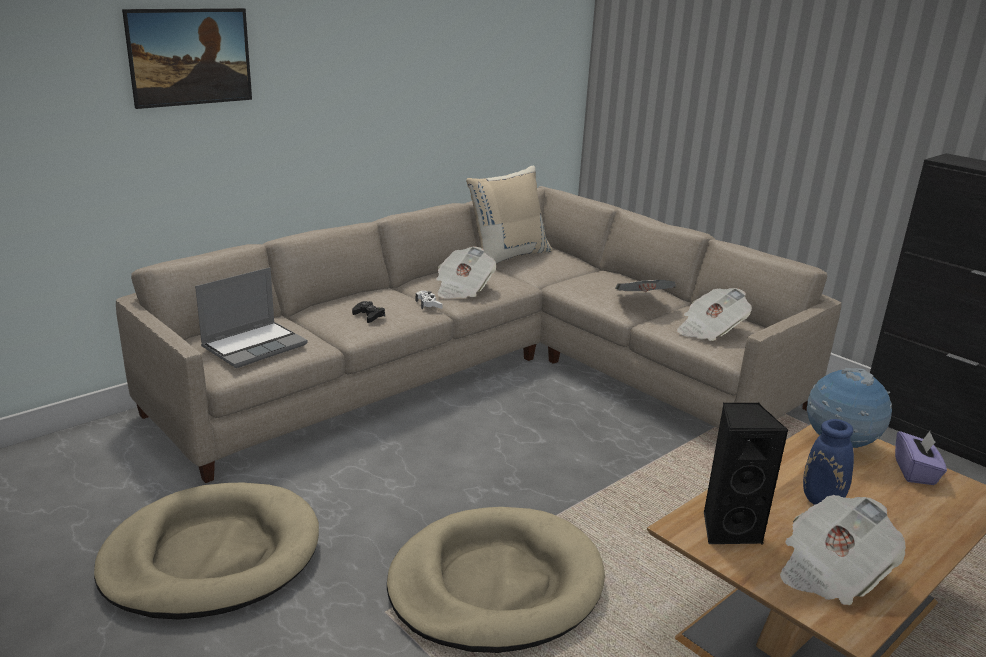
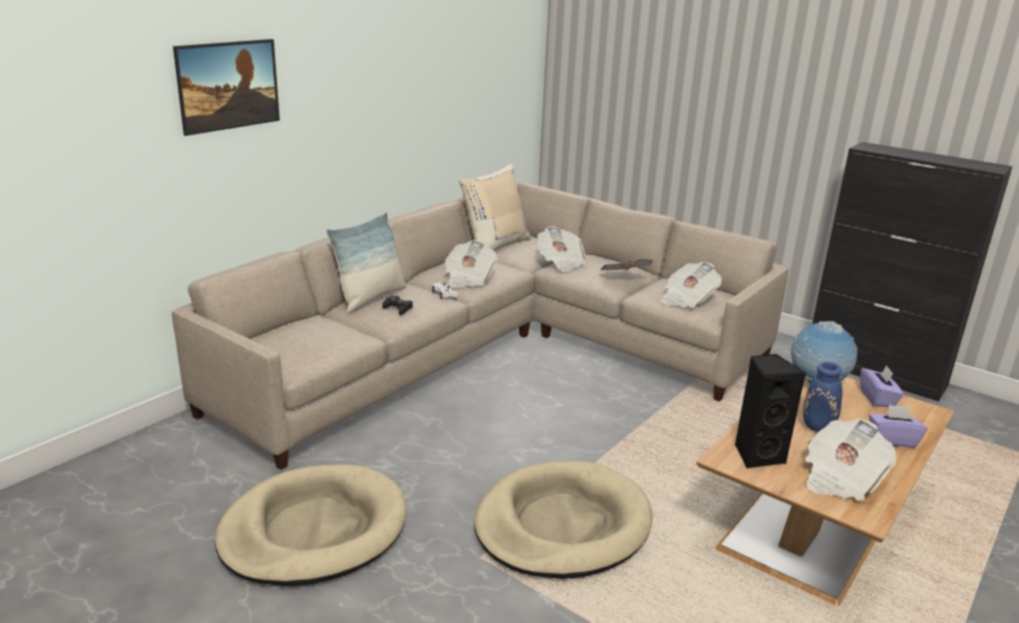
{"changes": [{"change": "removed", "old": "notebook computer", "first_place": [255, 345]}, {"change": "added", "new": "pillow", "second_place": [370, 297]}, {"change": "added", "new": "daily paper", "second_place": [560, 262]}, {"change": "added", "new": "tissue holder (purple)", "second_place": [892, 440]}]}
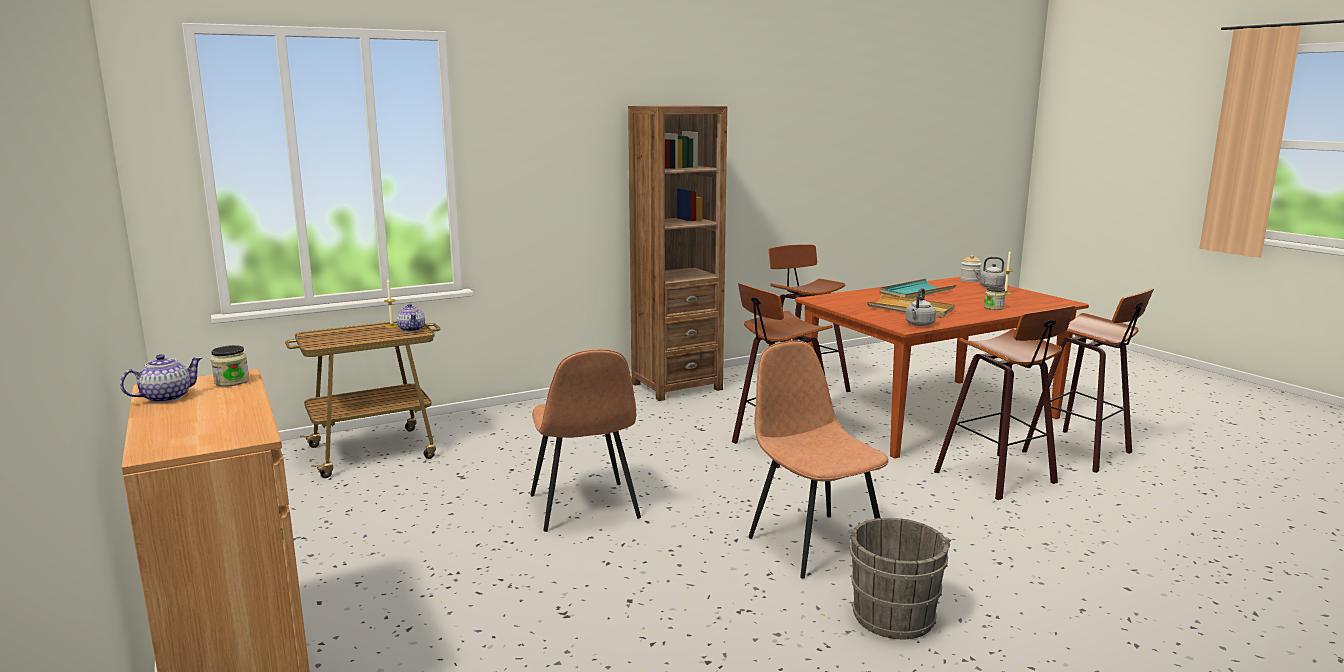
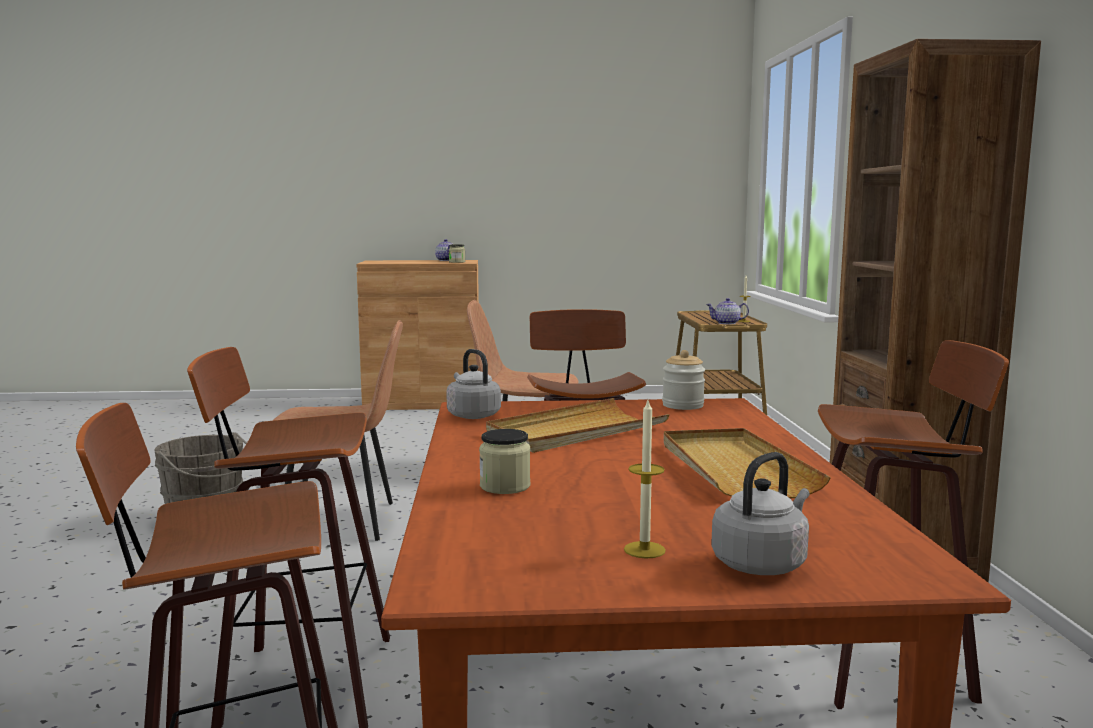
{"changes": [{"change": "moved", "old": "preserve jar", "first_place": [969, 280], "second_place": [683, 405]}, {"change": "recoloured", "old": "carrying tray (turquoise-coloured)", "new": "carrying tray (beige)", "first_place": [916, 292], "second_place": [734, 468]}]}
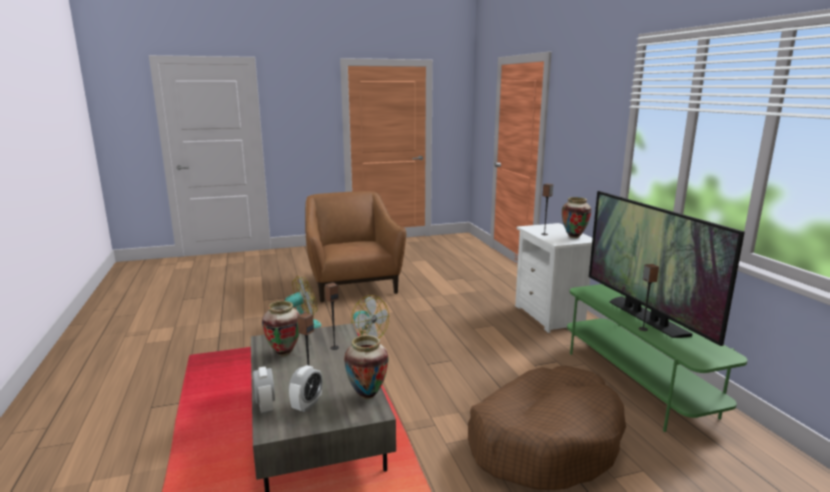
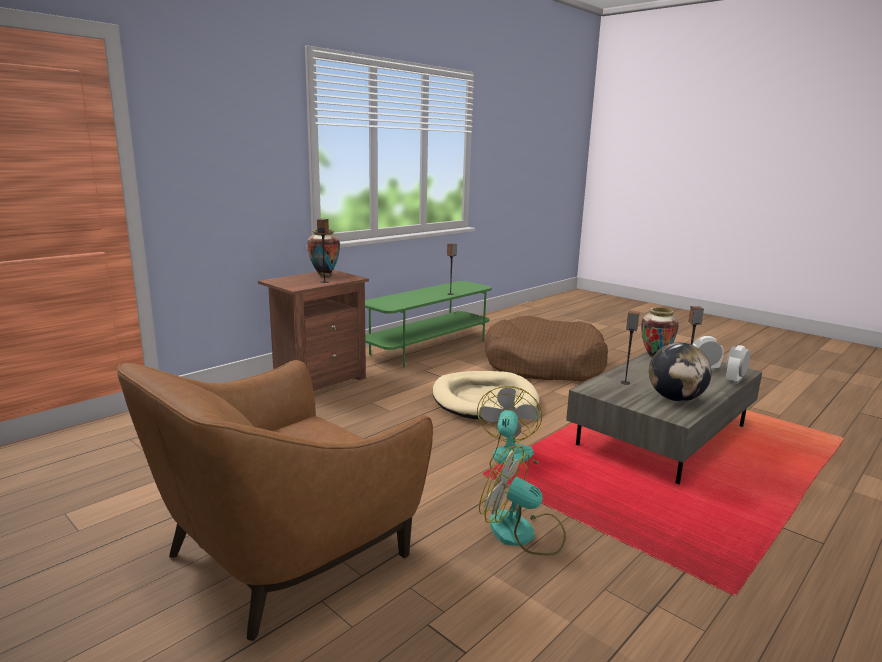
{"changes": [{"change": "removed", "old": "TV set", "first_place": [646, 317]}, {"change": "recoloured", "old": "night table (whitish)", "new": "night table (brown)", "first_place": [551, 316], "second_place": [318, 380]}, {"change": "replaced", "old": "vase", "new": "desk globe", "first_place": [284, 353], "second_place": [675, 399]}, {"change": "added", "new": "dog bed (beige)", "second_place": [484, 400]}]}
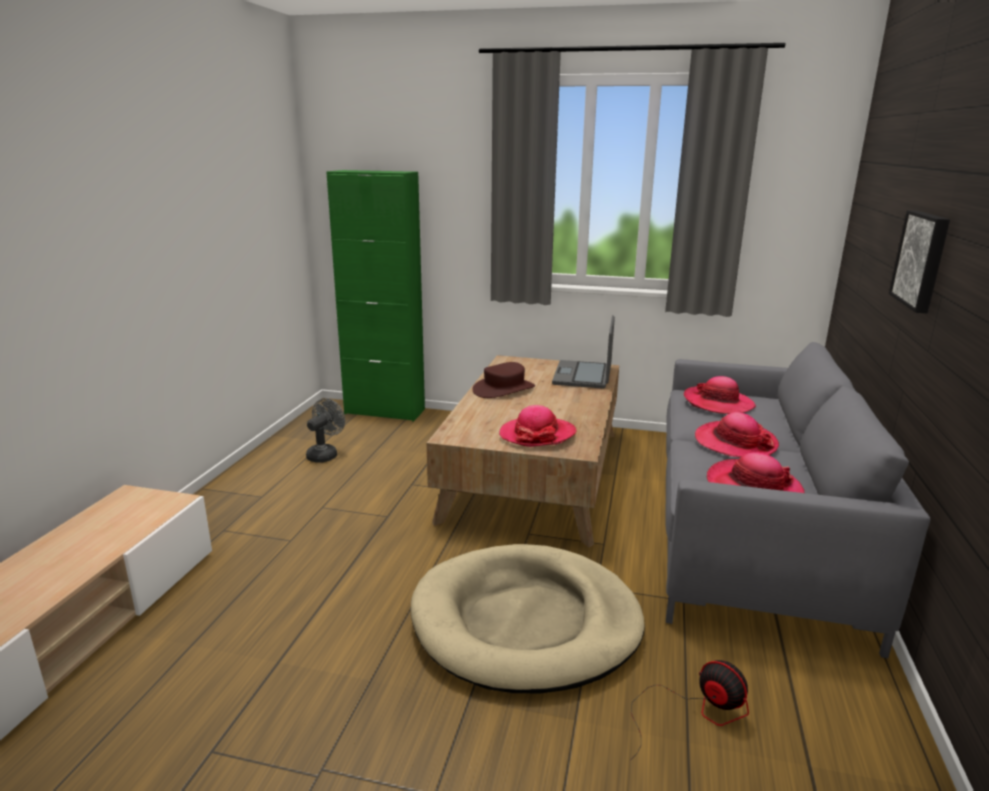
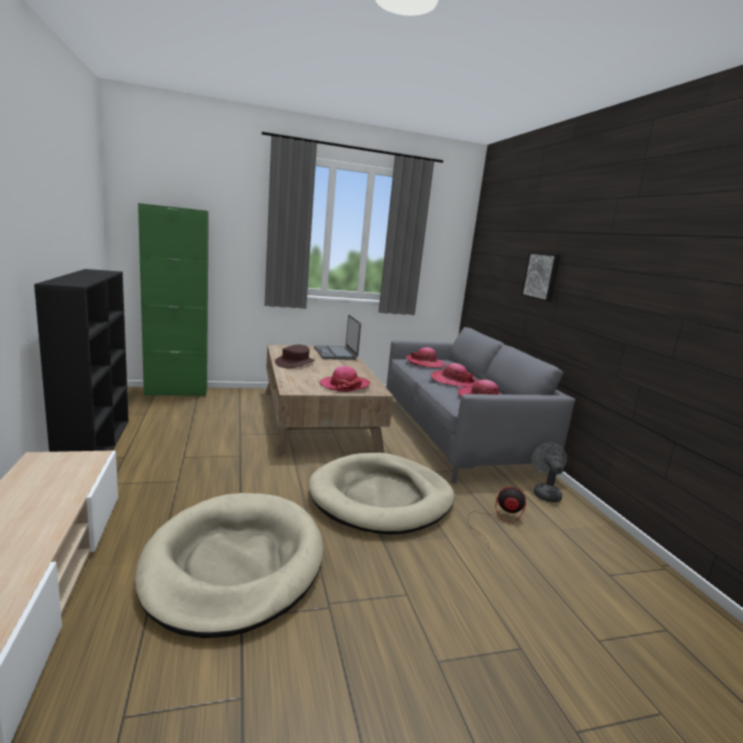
{"changes": [{"change": "moved", "old": "electric fan (grey)", "first_place": [325, 454], "second_place": [545, 493]}, {"change": "added", "new": "bookcase (blackish)", "second_place": [95, 446]}, {"change": "added", "new": "dog bed (beige)", "second_place": [234, 564]}]}
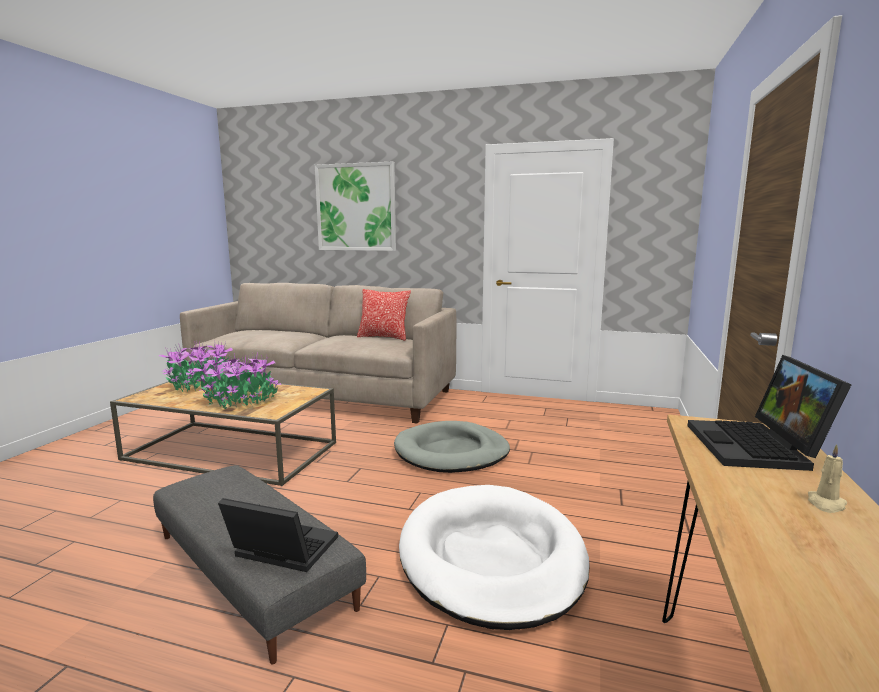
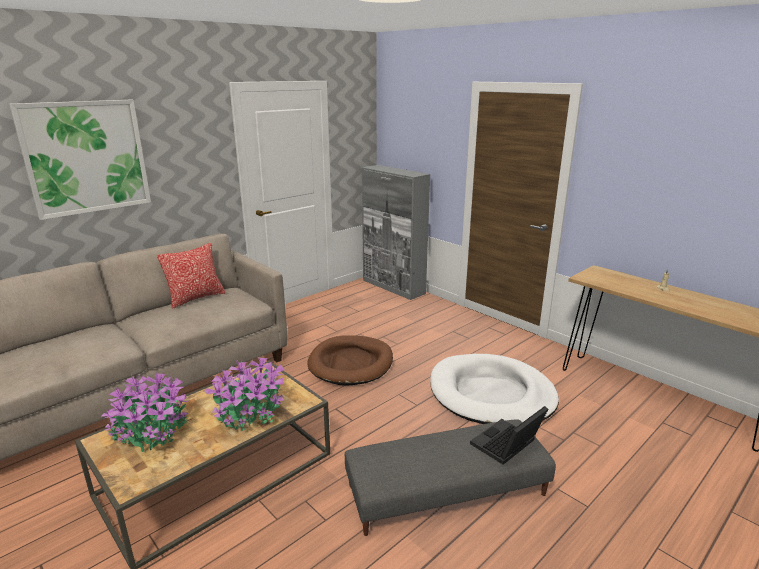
{"changes": [{"change": "removed", "old": "notebook computer", "first_place": [758, 448]}, {"change": "recoloured", "old": "dog bed (grey)", "new": "dog bed (brown)", "first_place": [451, 452], "second_place": [351, 363]}, {"change": "added", "new": "storage cabinet (grey)", "second_place": [393, 287]}]}
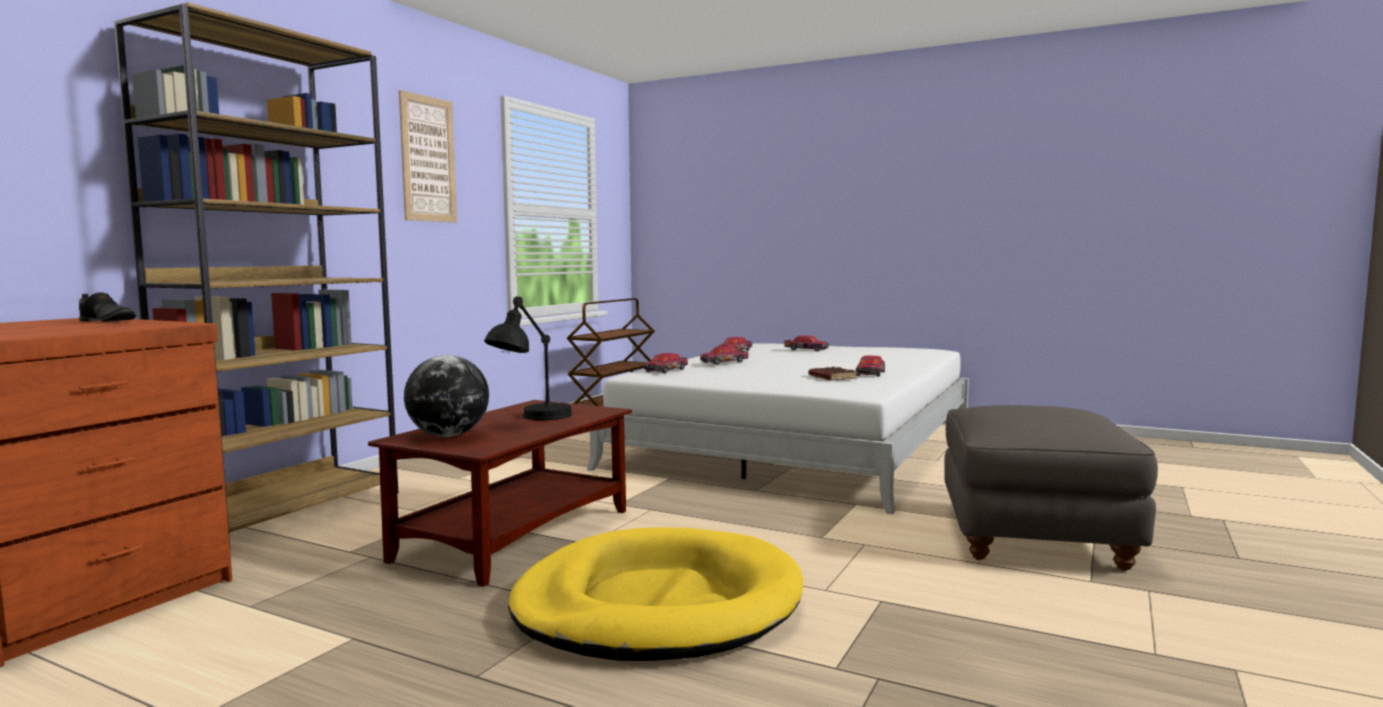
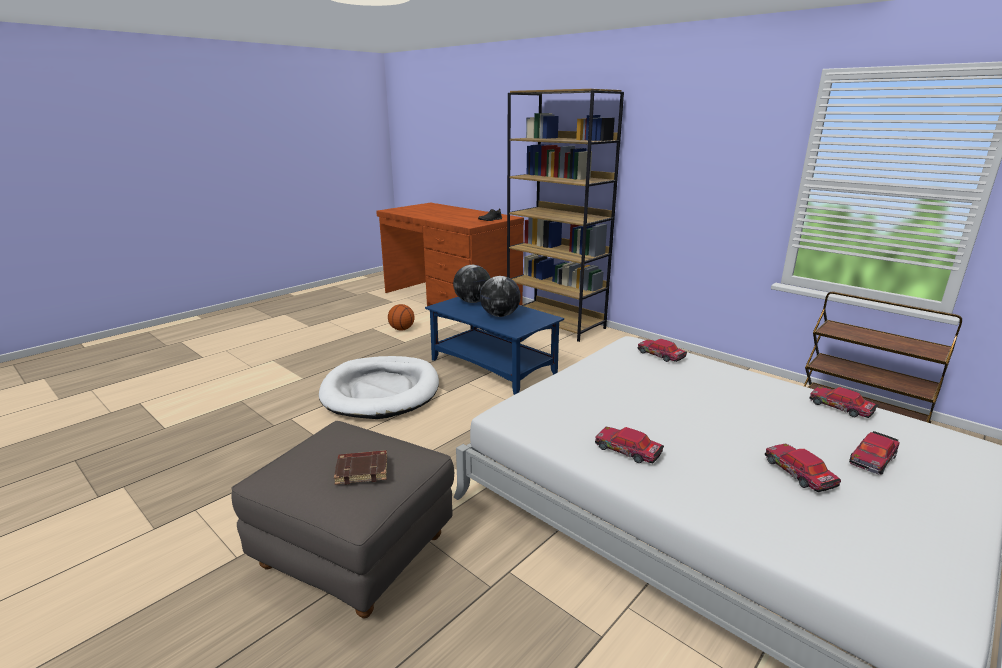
{"changes": [{"change": "removed", "old": "picture", "first_place": [428, 159]}, {"change": "replaced", "old": "tabletop lamp (blackish)", "new": "desk globe", "first_place": [532, 419], "second_place": [500, 315]}, {"change": "moved", "old": "miniature car", "first_place": [724, 362], "second_place": [799, 474]}, {"change": "moved", "old": "volume (brown)", "first_place": [831, 378], "second_place": [363, 470]}, {"change": "recoloured", "old": "low table (brown)", "new": "low table (bluish)", "first_place": [515, 535], "second_place": [491, 366]}, {"change": "recoloured", "old": "dog bed (yellow)", "new": "dog bed (whitish)", "first_place": [657, 605], "second_place": [381, 391]}, {"change": "added", "new": "basketball ball", "second_place": [402, 329]}]}
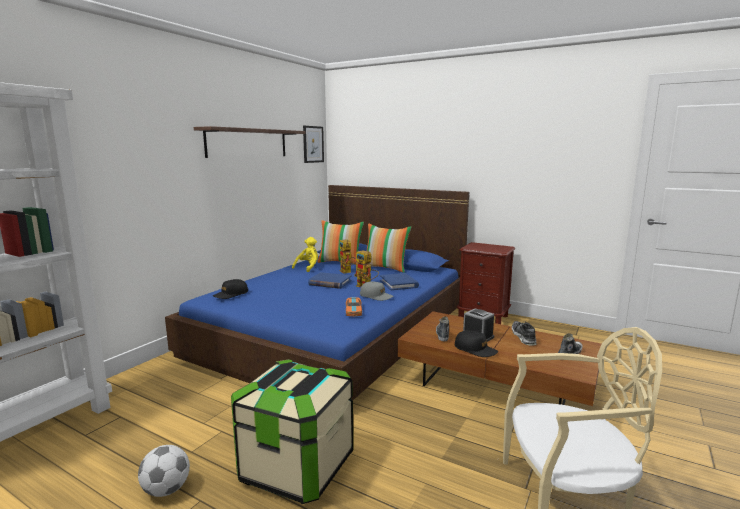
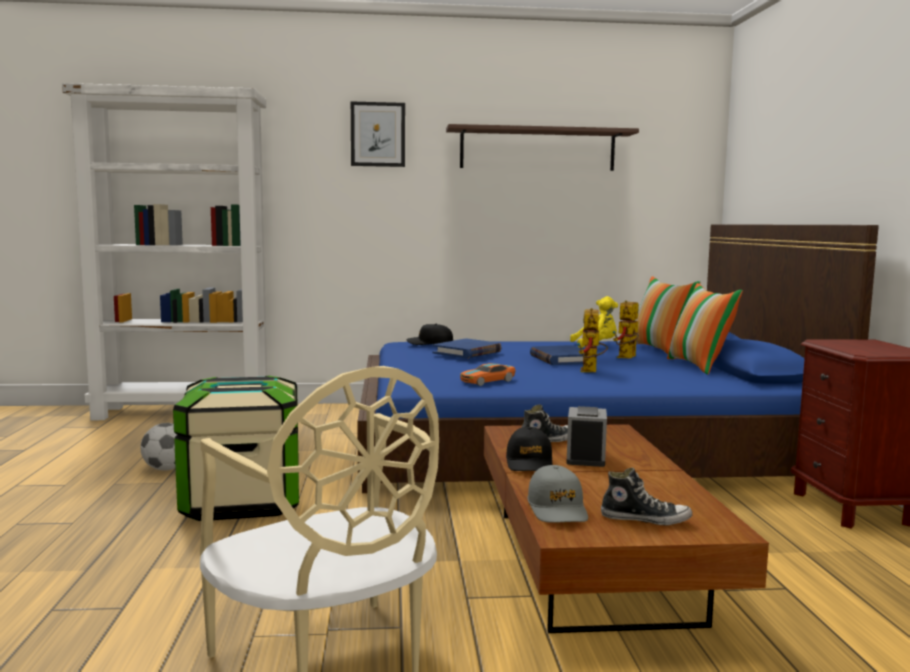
{"changes": [{"change": "moved", "old": "picture", "first_place": [313, 144], "second_place": [378, 134]}, {"change": "moved", "old": "volume (bluish)", "first_place": [399, 284], "second_place": [467, 352]}, {"change": "moved", "old": "baseball cap (grey)", "first_place": [376, 296], "second_place": [557, 509]}, {"change": "removed", "old": "item of footwear", "first_place": [523, 337]}]}
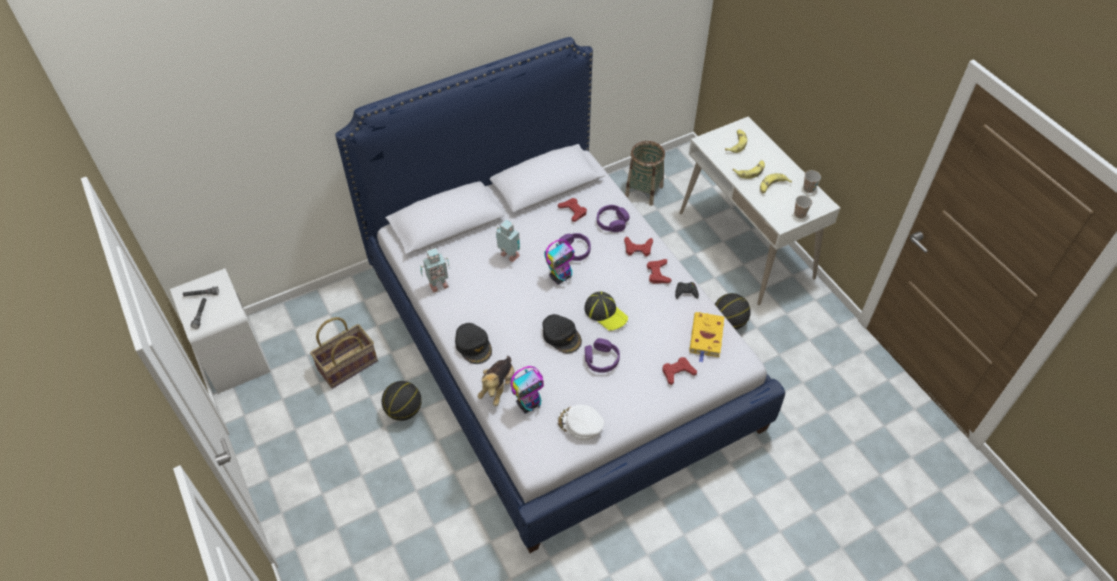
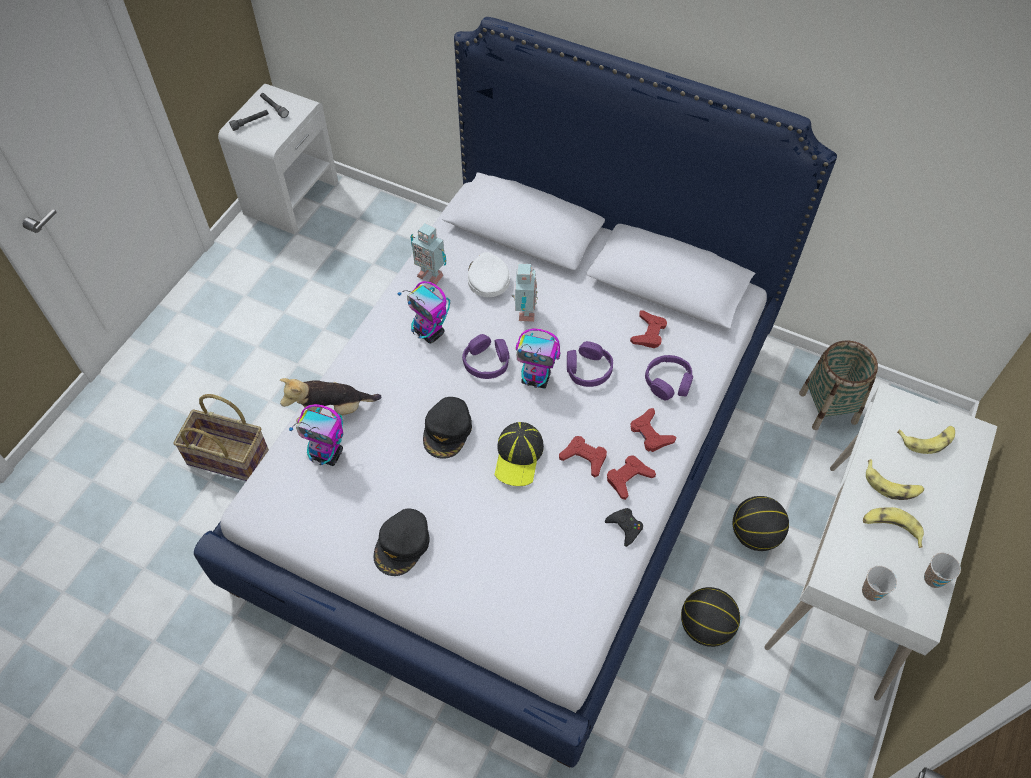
{"changes": [{"change": "removed", "old": "volume (yellow)", "first_place": [706, 338]}, {"change": "moved", "old": "basket", "first_place": [347, 365], "second_place": [229, 456]}, {"change": "moved", "old": "baseball cap (blackish)", "first_place": [474, 346], "second_place": [402, 545]}, {"change": "moved", "old": "headset (purple)", "first_place": [601, 359], "second_place": [486, 362]}, {"change": "moved", "old": "game controller (red)", "first_place": [677, 372], "second_place": [584, 458]}, {"change": "moved", "old": "basketball ball", "first_place": [404, 410], "second_place": [755, 535]}, {"change": "moved", "old": "baseball cap (whitish)", "first_place": [580, 424], "second_place": [487, 278]}, {"change": "added", "new": "robot figure", "second_place": [429, 333]}]}
